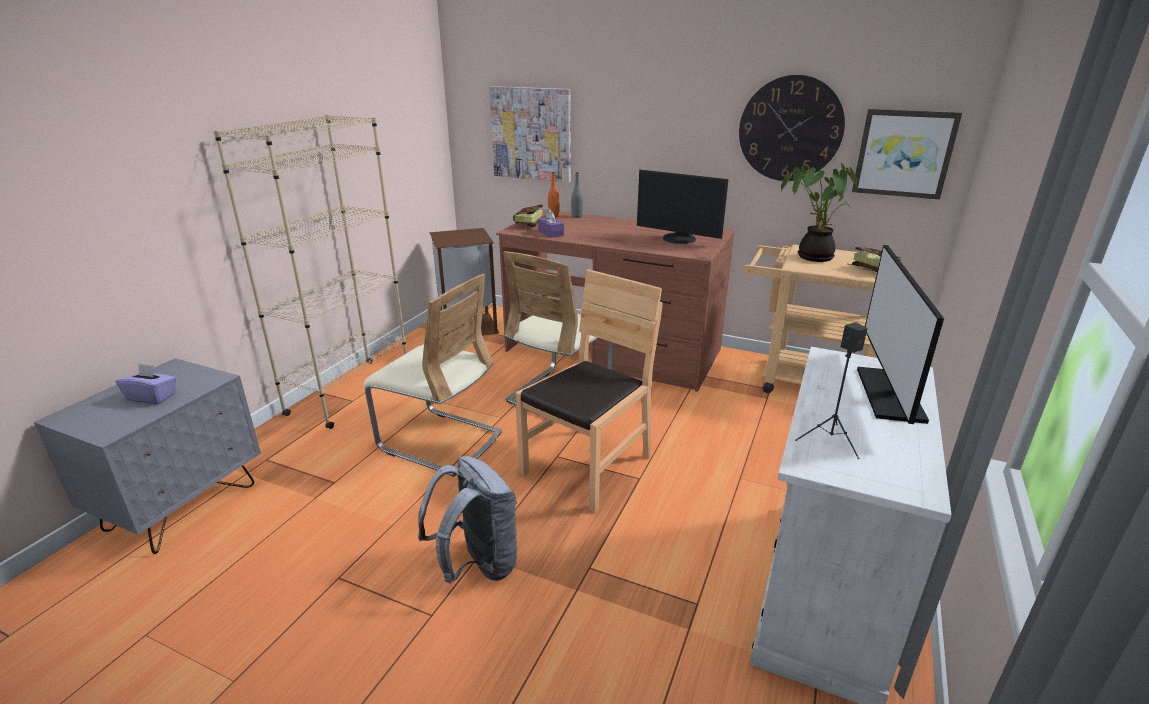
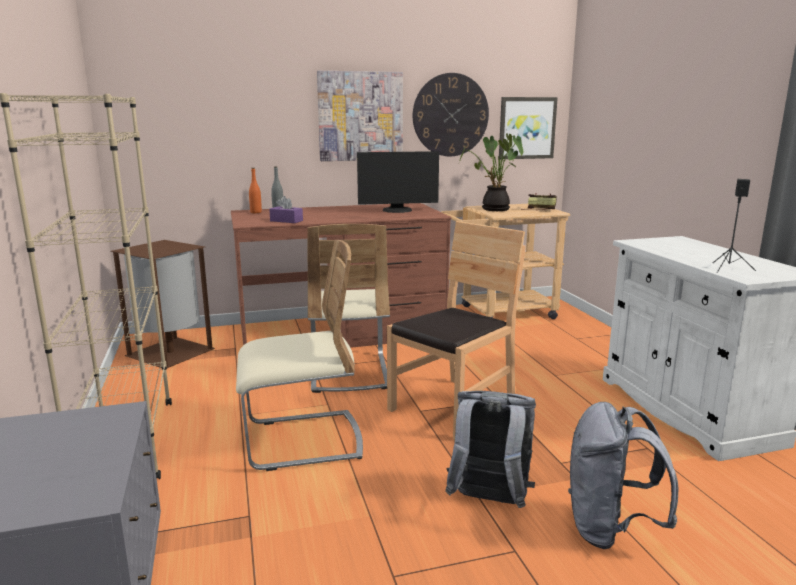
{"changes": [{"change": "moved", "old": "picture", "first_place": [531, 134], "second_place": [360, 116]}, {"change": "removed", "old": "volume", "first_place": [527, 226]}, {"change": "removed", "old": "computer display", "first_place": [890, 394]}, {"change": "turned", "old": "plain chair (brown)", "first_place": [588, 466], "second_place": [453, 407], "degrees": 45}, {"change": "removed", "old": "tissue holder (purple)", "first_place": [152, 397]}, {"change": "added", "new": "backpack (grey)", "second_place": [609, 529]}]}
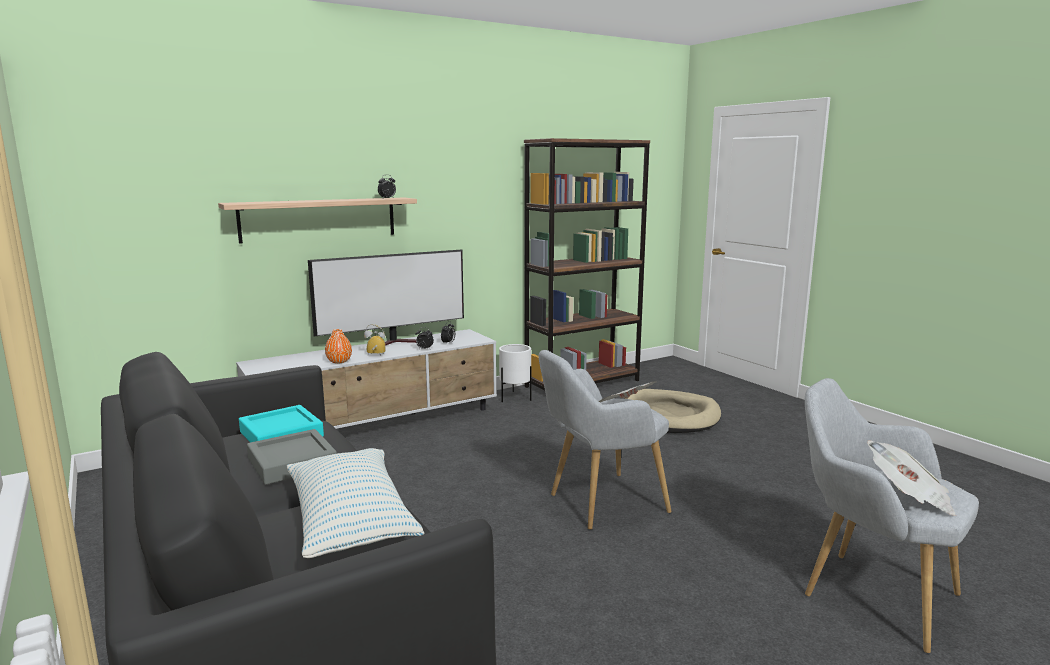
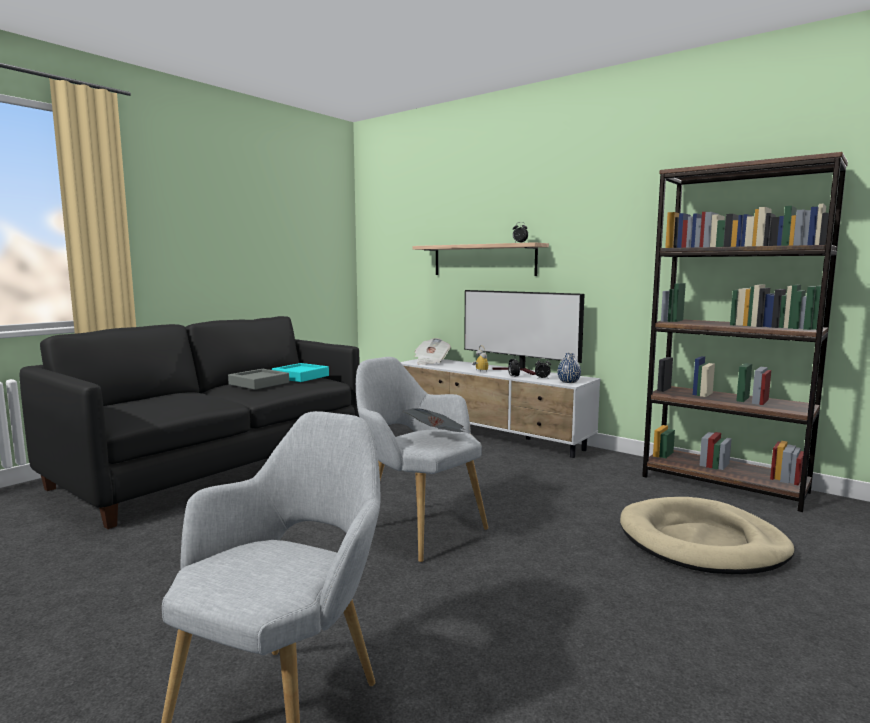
{"changes": [{"change": "removed", "old": "vase (orangey)", "first_place": [339, 361]}, {"change": "removed", "old": "plant pot (whitish)", "first_place": [515, 398]}, {"change": "moved", "old": "daily paper", "first_place": [909, 497], "second_place": [431, 362]}, {"change": "removed", "old": "pillow", "first_place": [350, 522]}, {"change": "added", "new": "vase (bluish)", "second_place": [568, 382]}]}
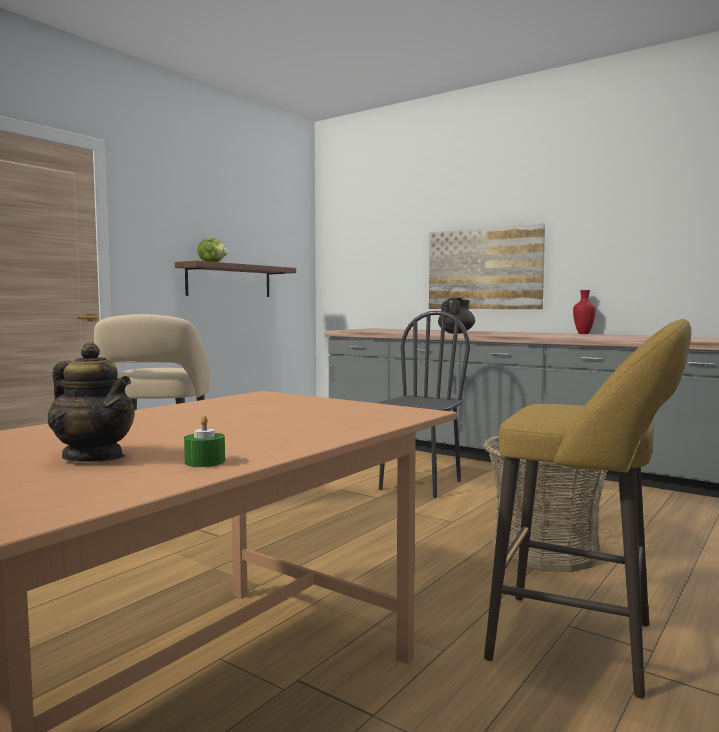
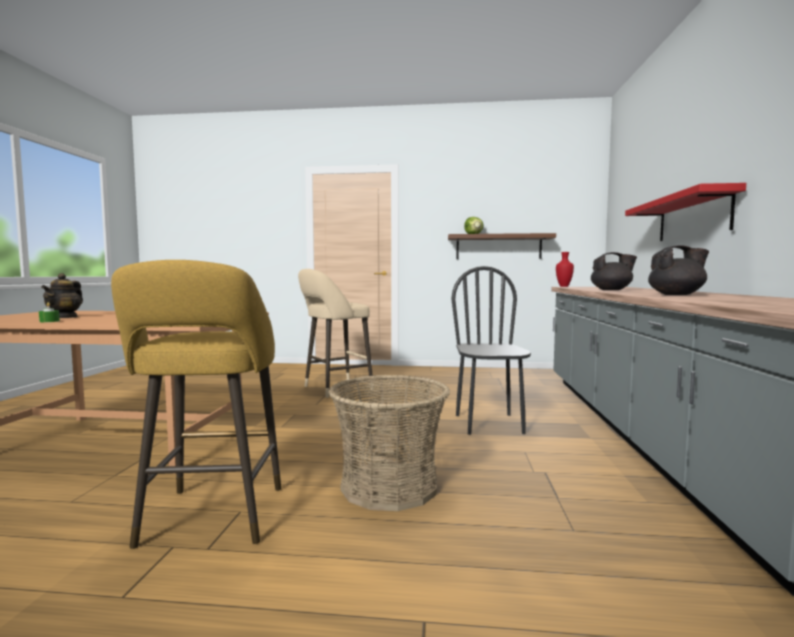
{"changes": [{"change": "replaced", "old": "picture", "new": "shelf (red)", "first_place": [484, 269], "second_place": [693, 217]}, {"change": "moved", "old": "vase (red)", "first_place": [583, 333], "second_place": [563, 286]}, {"change": "turned", "old": "plain chair (blackish)", "first_place": [419, 485], "second_place": [489, 424], "degrees": -90}, {"change": "added", "new": "teapot (blackish)", "second_place": [677, 295]}]}
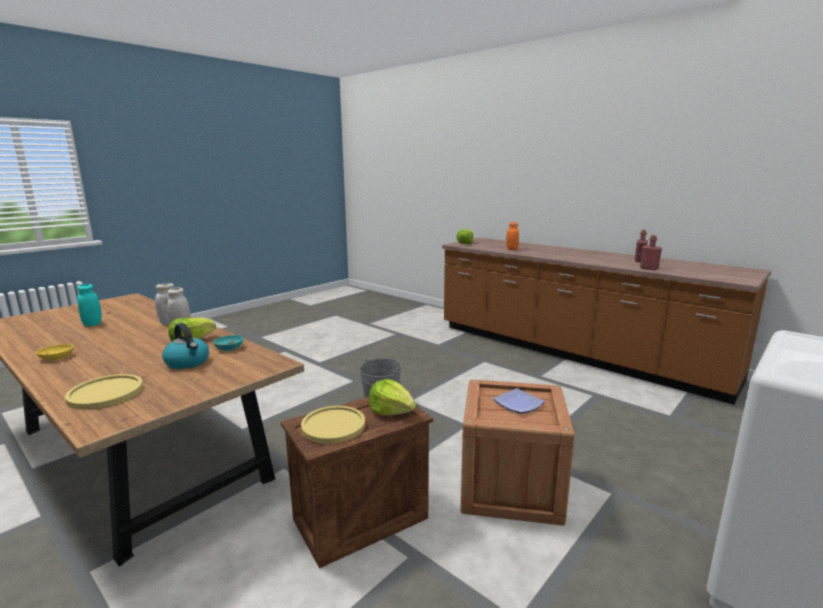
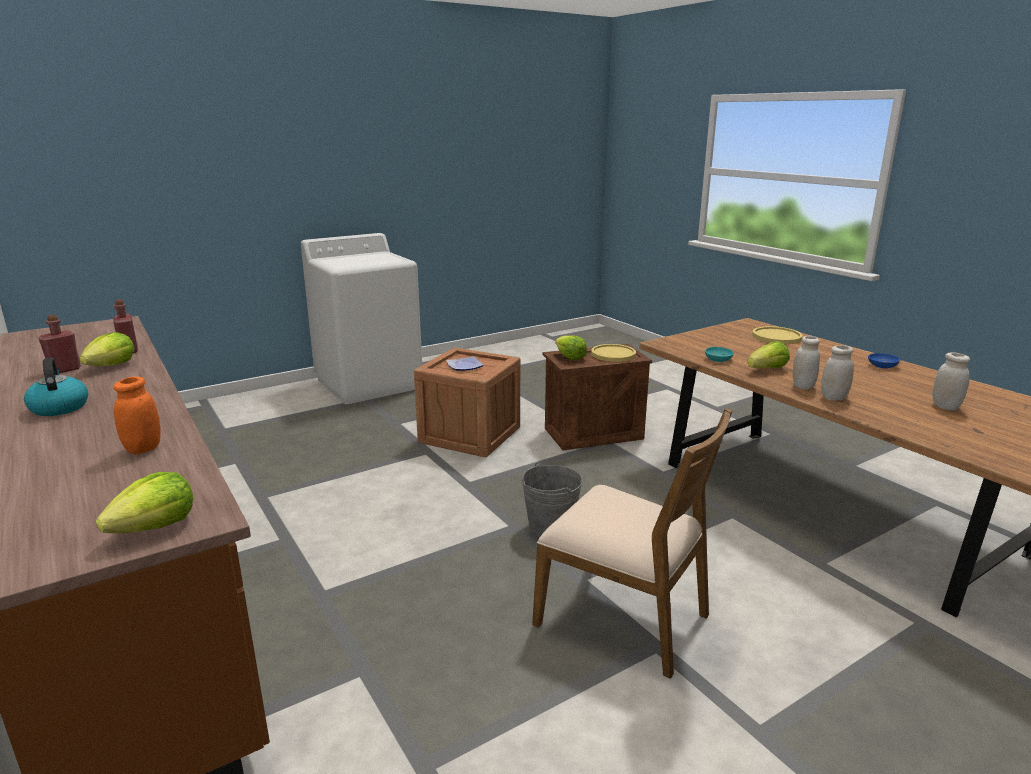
{"changes": [{"change": "recoloured", "old": "preserve jar (turquoise-coloured)", "new": "preserve jar (whitish)", "first_place": [92, 324], "second_place": [945, 407]}, {"change": "moved", "old": "kettle", "first_place": [188, 362], "second_place": [59, 407]}, {"change": "recoloured", "old": "serving bowl (yellow)", "new": "serving bowl (bluish)", "first_place": [56, 357], "second_place": [882, 366]}, {"change": "added", "new": "lettuce", "second_place": [111, 366]}, {"change": "added", "new": "plain chair (brown)", "second_place": [624, 618]}]}
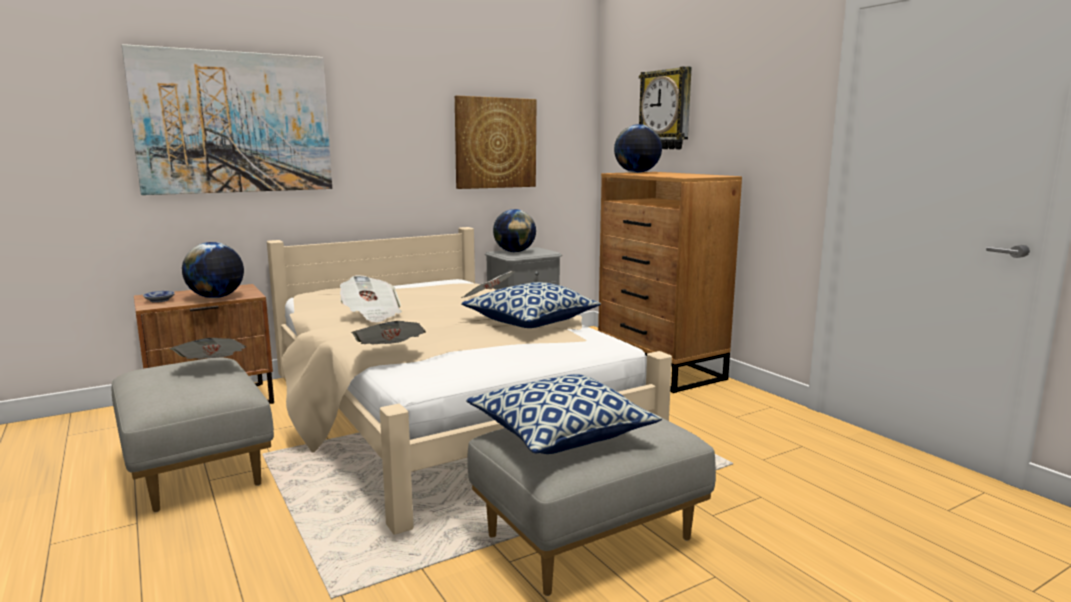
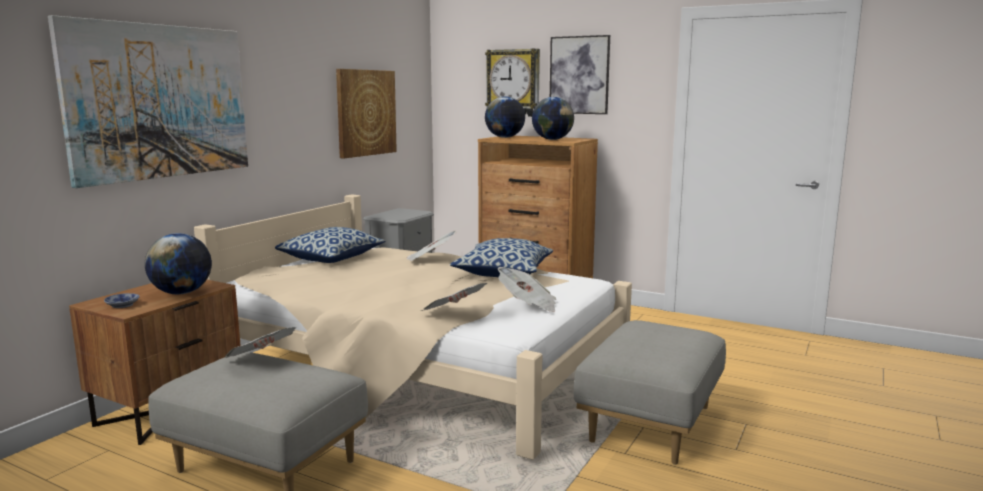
{"changes": [{"change": "moved", "old": "desk globe", "first_place": [514, 252], "second_place": [552, 139]}, {"change": "moved", "old": "daily paper", "first_place": [371, 315], "second_place": [528, 305]}, {"change": "moved", "old": "pillow", "first_place": [560, 434], "second_place": [331, 258]}, {"change": "added", "new": "picture", "second_place": [579, 75]}]}
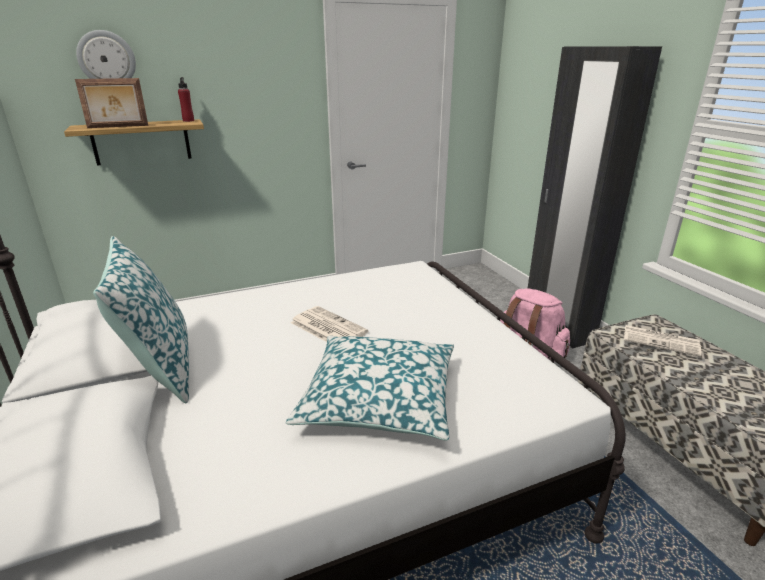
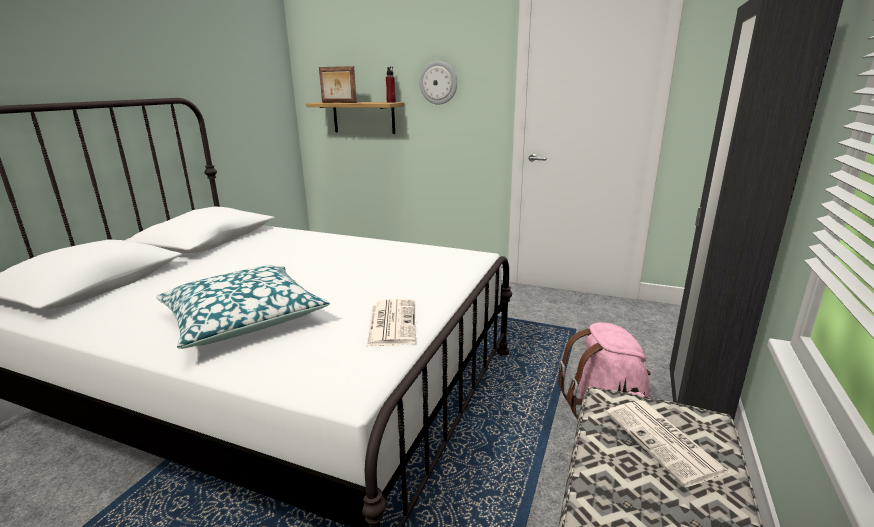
{"changes": [{"change": "moved", "old": "wall clock", "first_place": [106, 59], "second_place": [438, 83]}, {"change": "removed", "old": "pillow", "first_place": [160, 369]}, {"change": "moved", "old": "daily paper", "first_place": [327, 327], "second_place": [391, 322]}]}
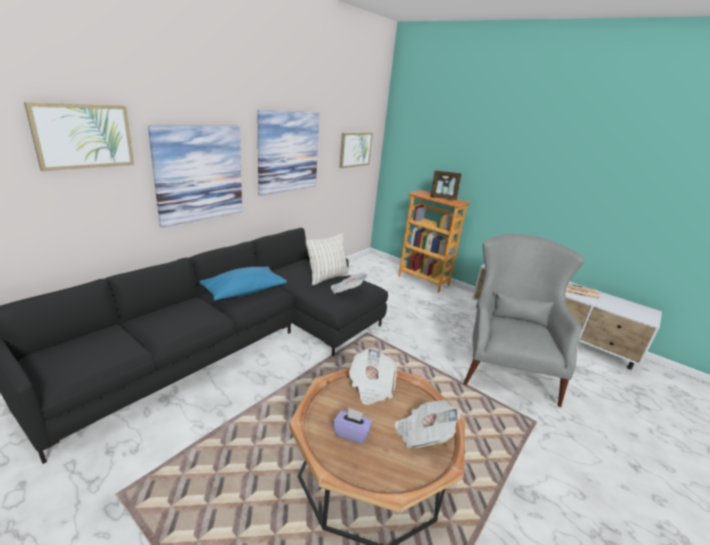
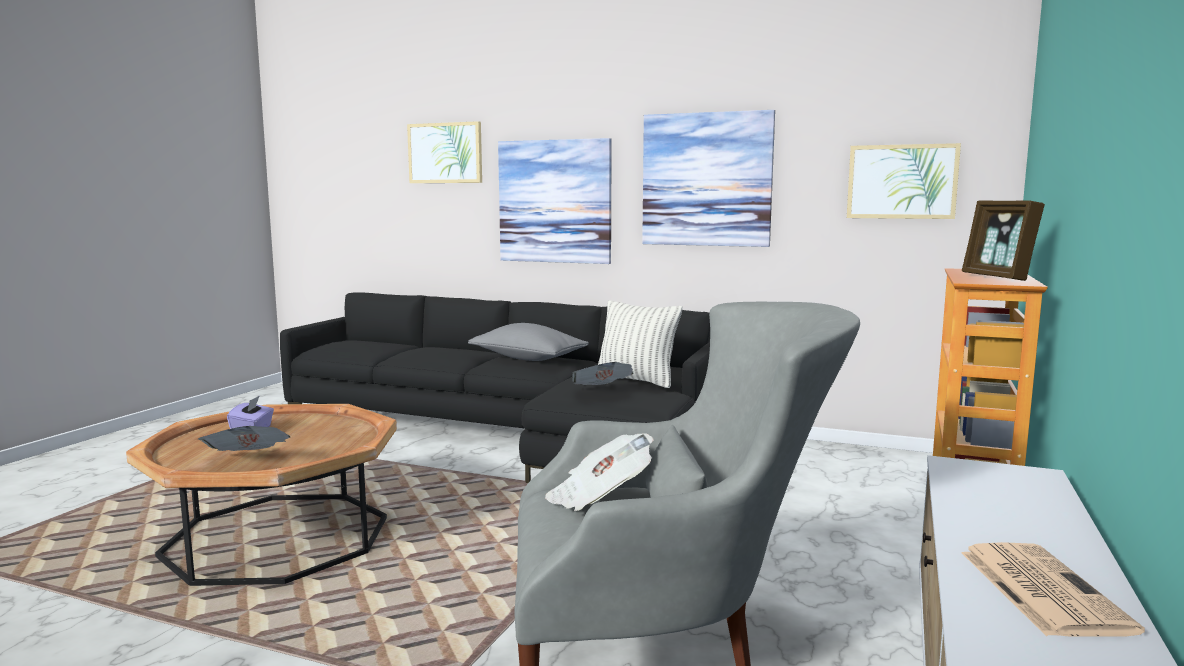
{"changes": [{"change": "recoloured", "old": "pillow (bluish)", "new": "pillow (grey)", "first_place": [244, 291], "second_place": [528, 358]}, {"change": "moved", "old": "daily paper", "first_place": [371, 387], "second_place": [599, 498]}]}
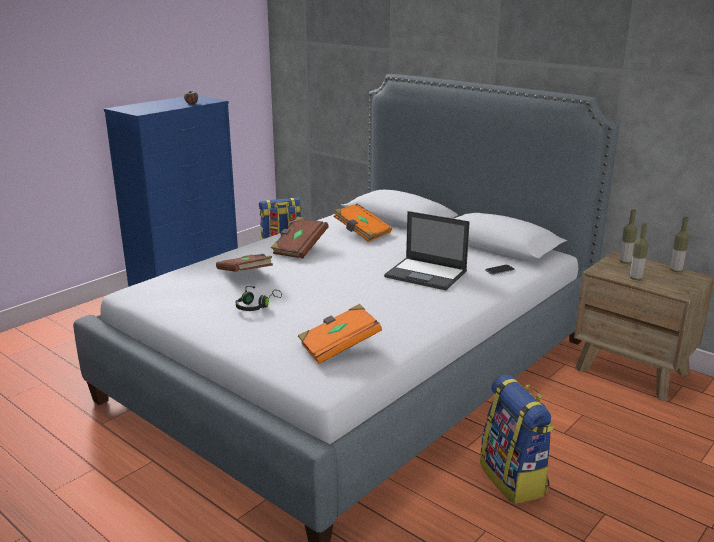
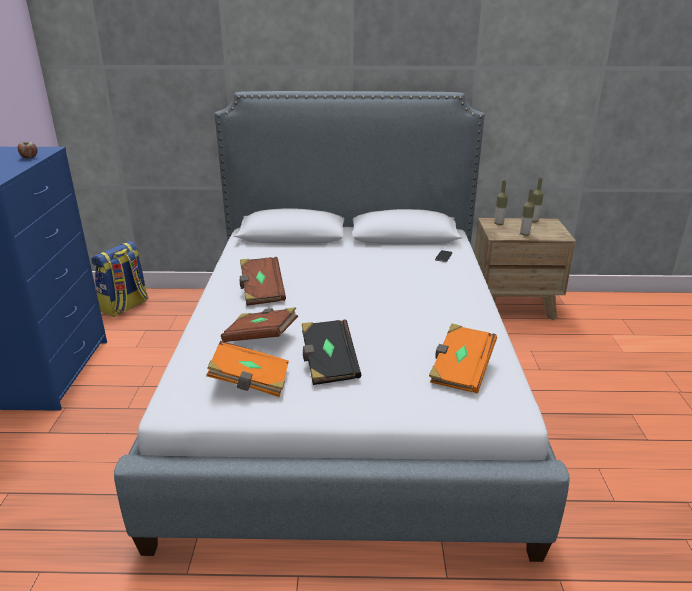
{"changes": [{"change": "moved", "old": "volume (orangey)", "first_place": [361, 232], "second_place": [250, 382]}, {"change": "removed", "old": "notebook computer", "first_place": [427, 274]}, {"change": "replaced", "old": "headset (blackish)", "new": "volume (blackish)", "first_place": [256, 306], "second_place": [328, 364]}, {"change": "removed", "old": "backpack", "first_place": [514, 479]}]}
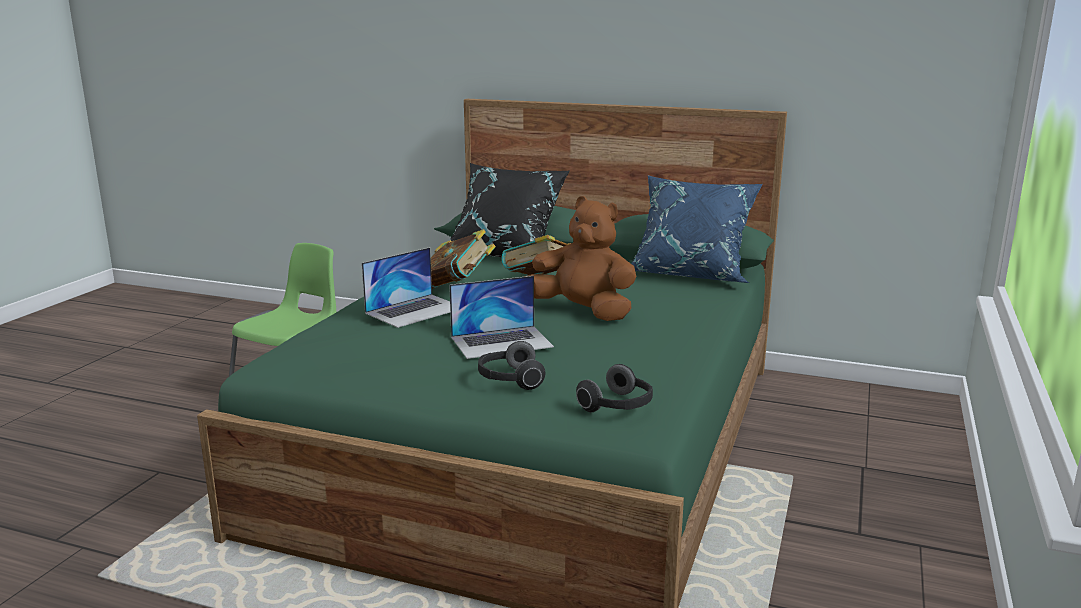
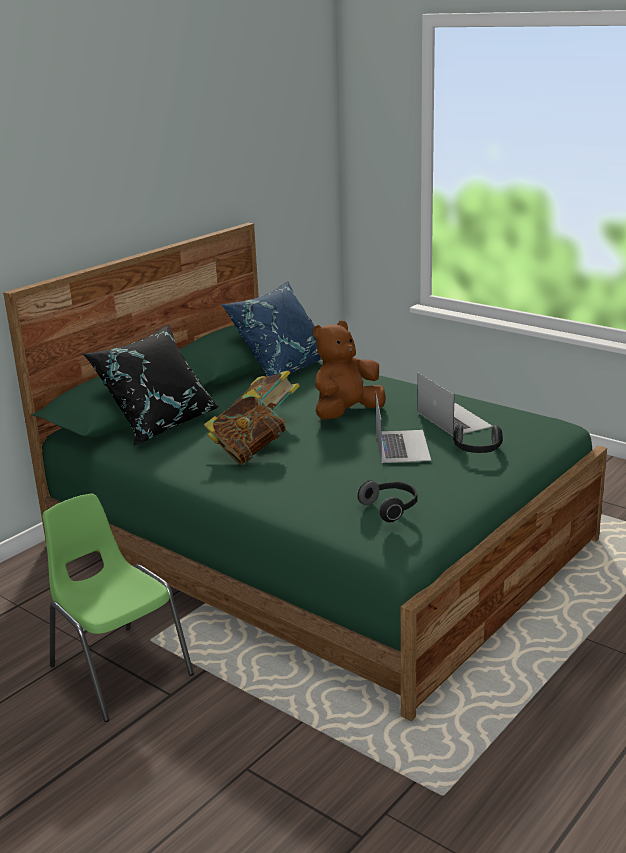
{"changes": [{"change": "moved", "old": "notebook computer", "first_place": [415, 310], "second_place": [453, 419]}, {"change": "moved", "old": "headset", "first_place": [618, 407], "second_place": [391, 508]}]}
